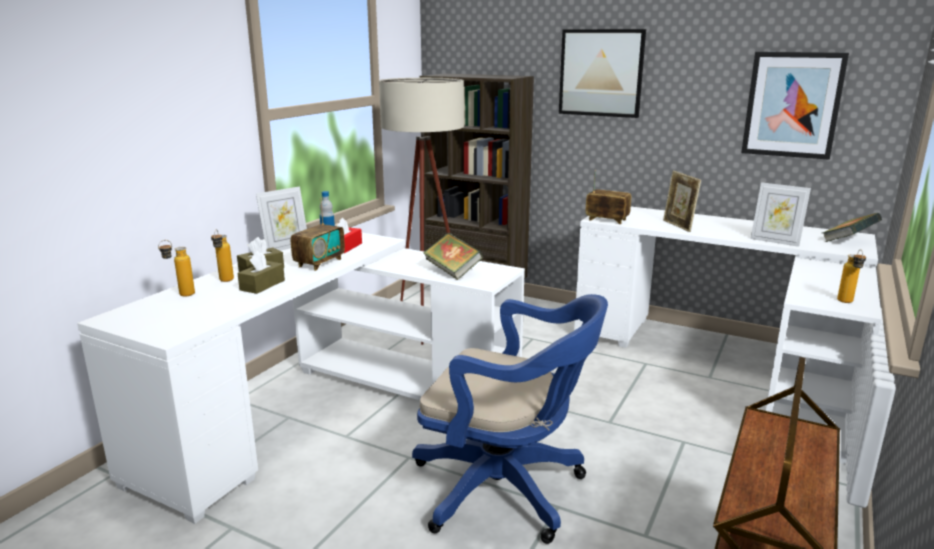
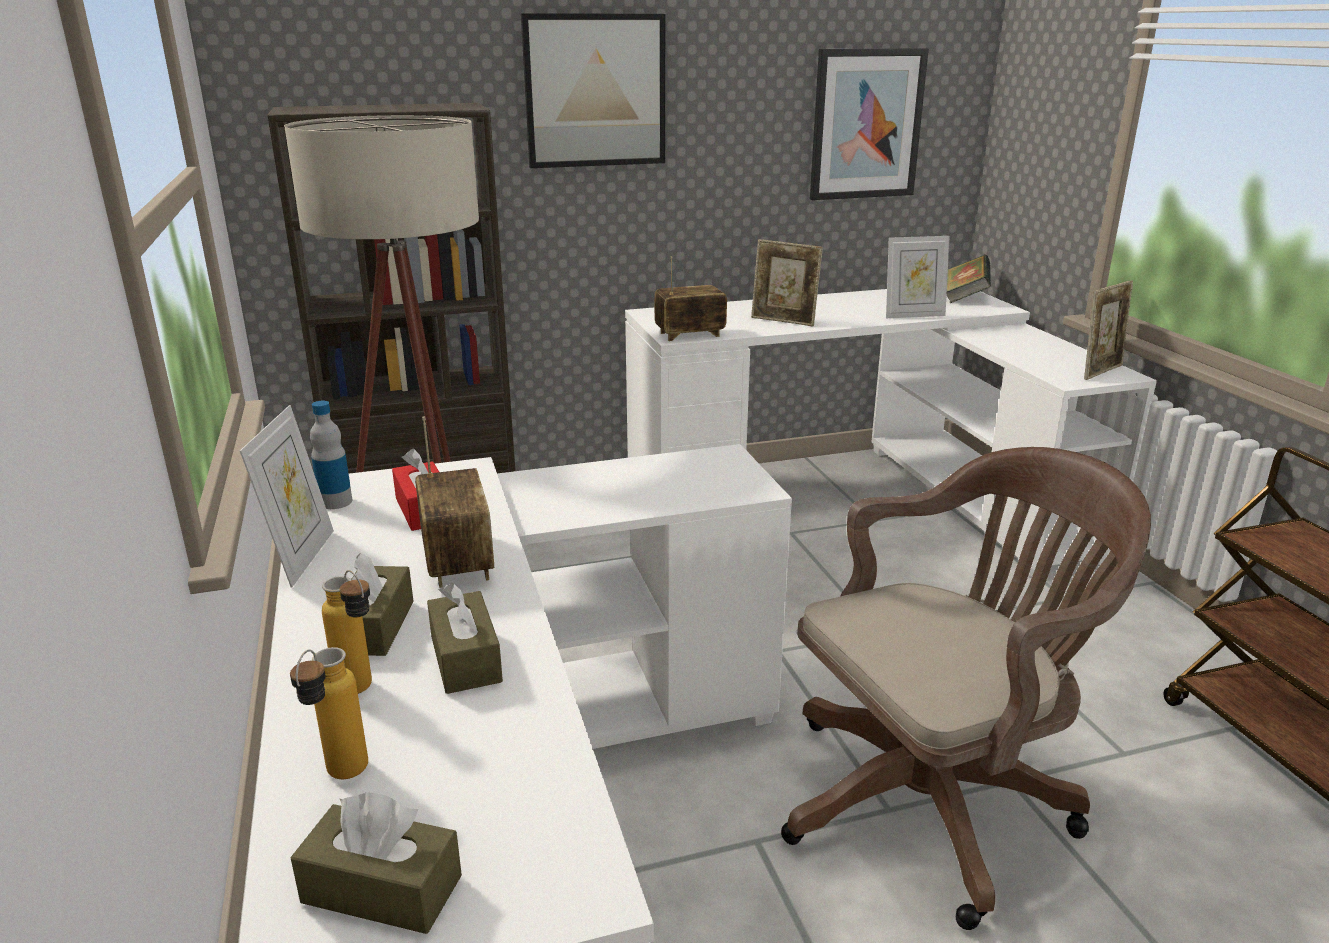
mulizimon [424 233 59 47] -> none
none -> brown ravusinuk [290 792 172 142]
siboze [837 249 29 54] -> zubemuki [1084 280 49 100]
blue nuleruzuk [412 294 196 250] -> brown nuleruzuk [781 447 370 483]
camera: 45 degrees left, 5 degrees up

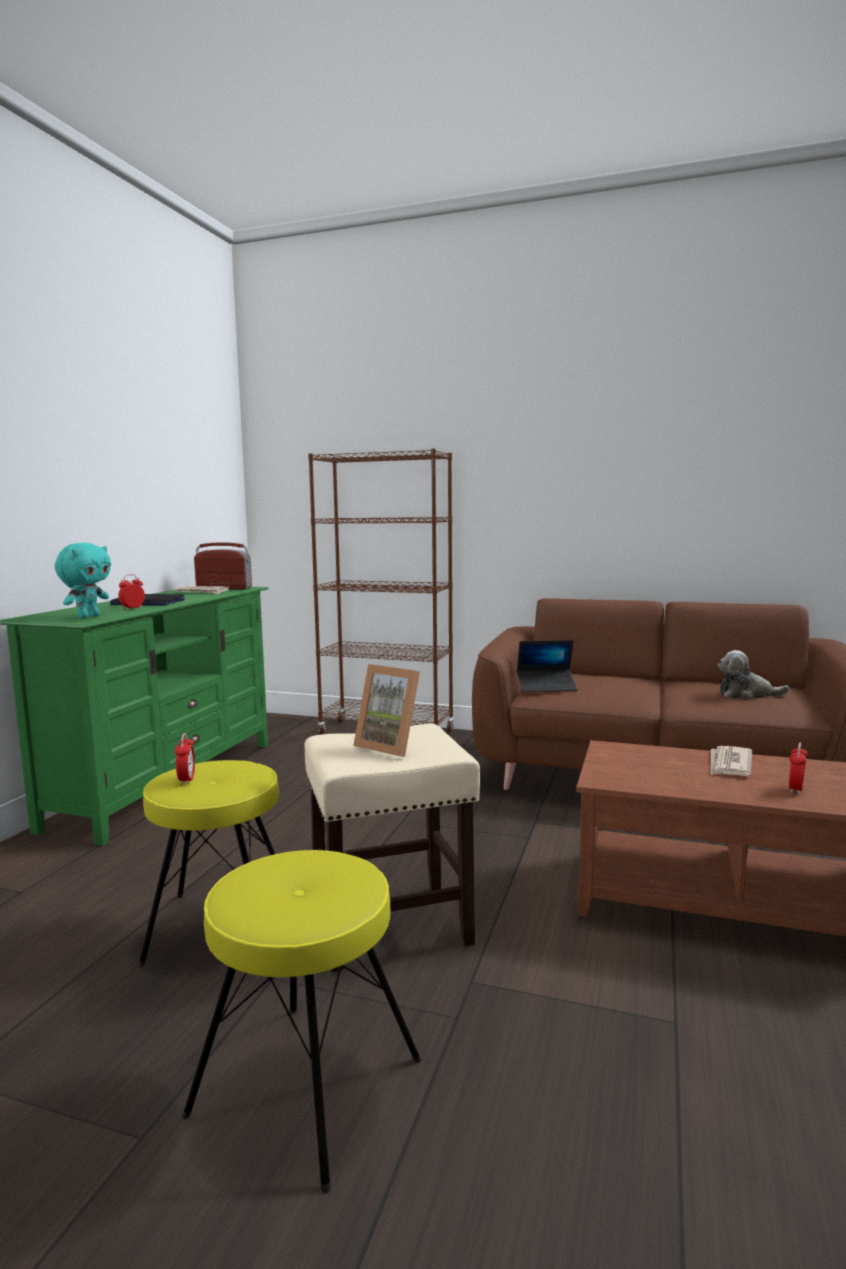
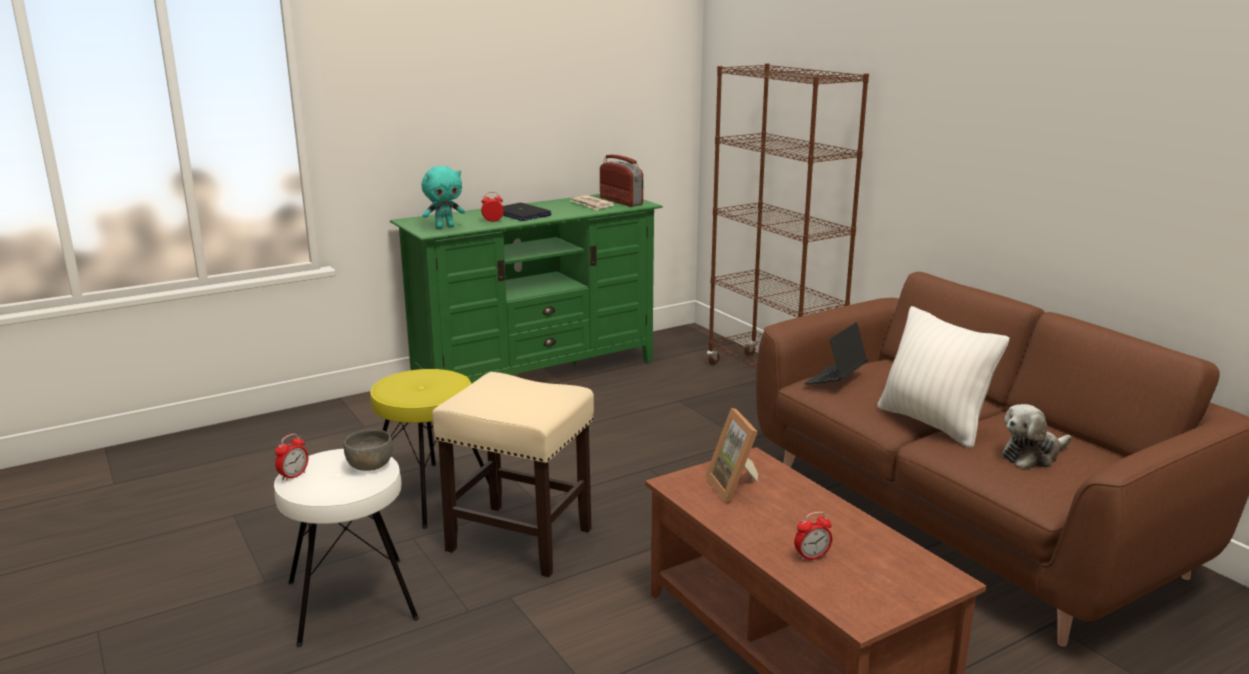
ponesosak [711 746 41 30] -> none
none -> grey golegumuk [344 430 49 41]
none -> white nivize [877 306 132 142]
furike [175 733 20 52] -> furike [275 434 33 48], shifted
zubemuki [353 664 67 93] -> zubemuki [705 408 53 95], shifted
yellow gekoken [182 850 239 343] -> white gekoken [274 449 145 198]
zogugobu [517 640 61 52] -> zogugobu [804 322 64 63], 90 degrees clockwise
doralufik [717 650 72 49] -> doralufik [1002 404 70 65], 75 degrees counterclockwise
camera: 40 degrees right, 10 degrees up

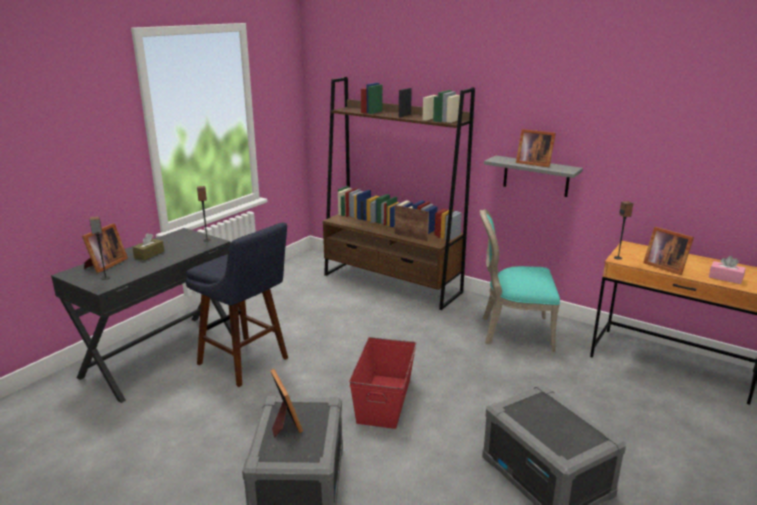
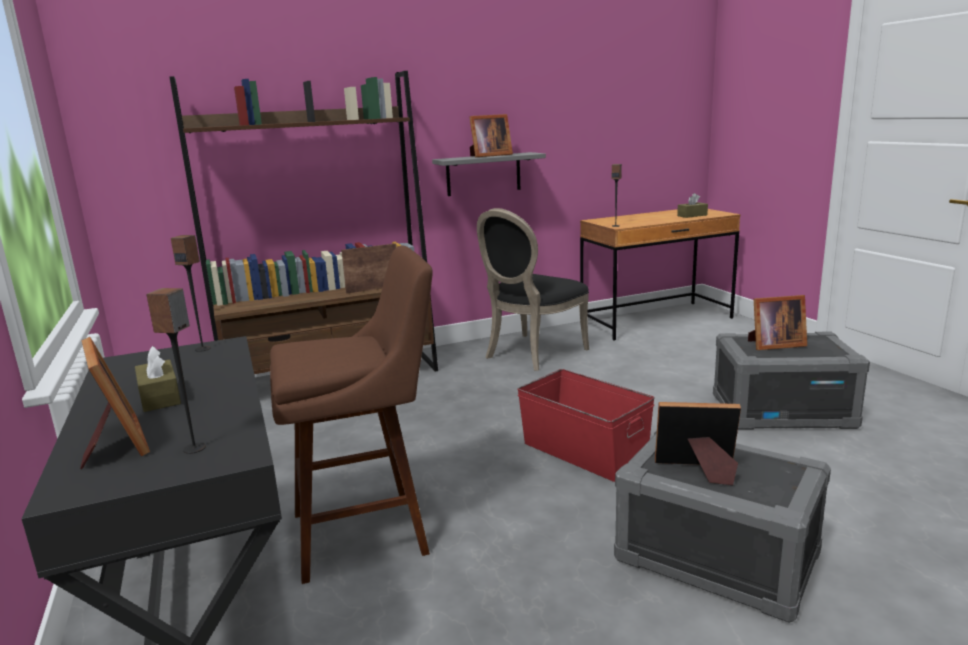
zubemuki [643 227 51 48] -> zubemuki [748 295 59 55], shifted
blue gekoken [186 222 102 165] -> brown gekoken [270 246 163 338]
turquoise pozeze [480 209 80 143] -> black pozeze [477 208 112 163]
pink ravusinuk [709 256 37 28] -> brown ravusinuk [677 193 31 25]
camera: 55 degrees left, 5 degrees down

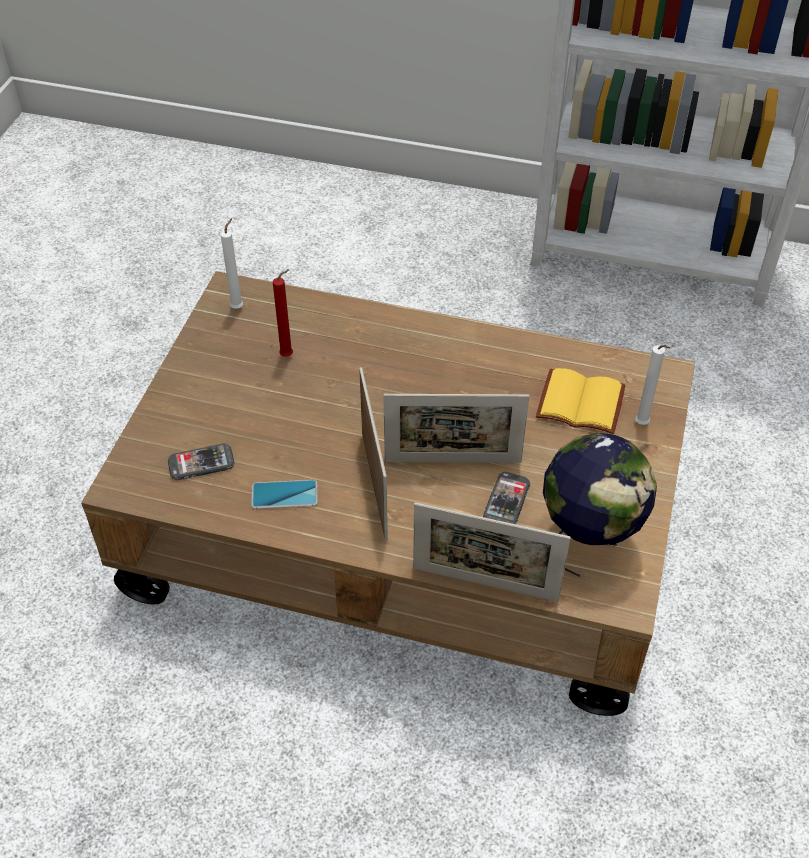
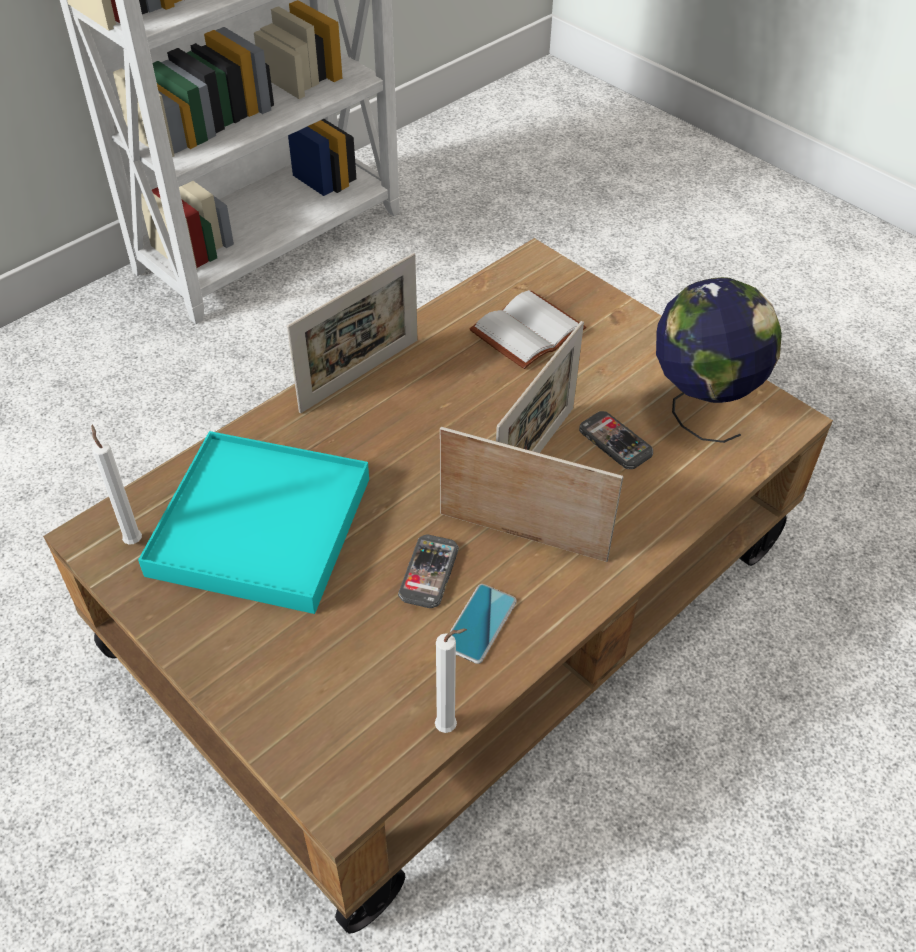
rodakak [168 443 67 37] -> rodakak [398 534 61 74], shifted
zubemuki [413 502 158 100] -> zubemuki [287 253 131 160], shifted
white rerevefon [635 345 35 80] -> white rerevefon [435 629 32 104], shifted
red rerevefon [273 269 20 88] -> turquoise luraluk [138 431 231 183]
yellow mulizimon [536 368 89 66] -> white mulizimon [469 290 117 79]
camera: 60 degrees left, 0 degrees up

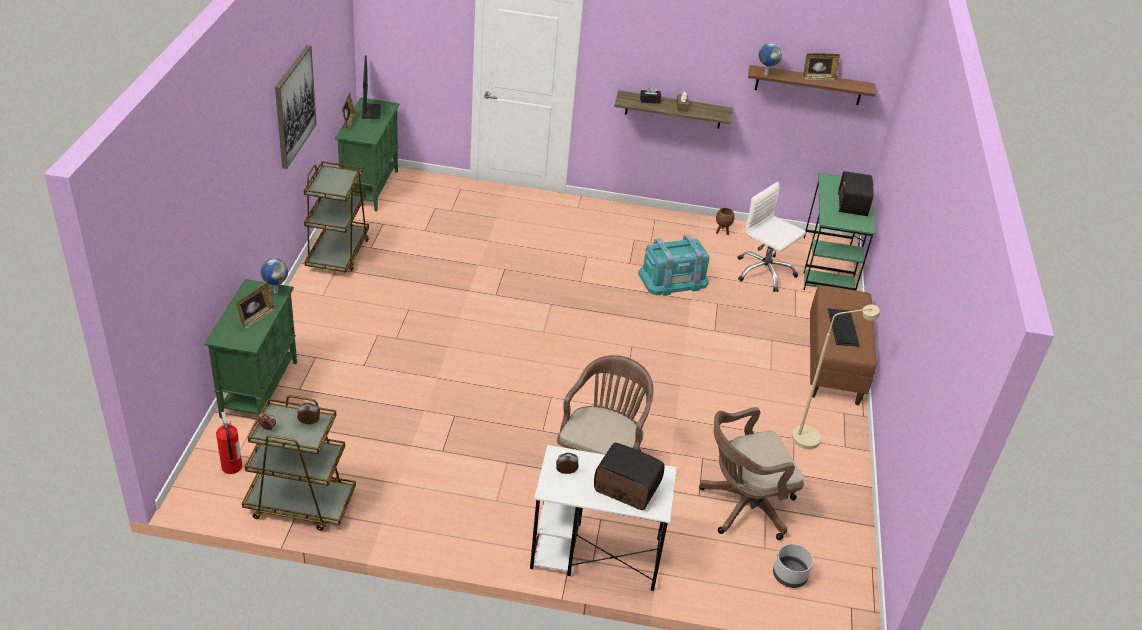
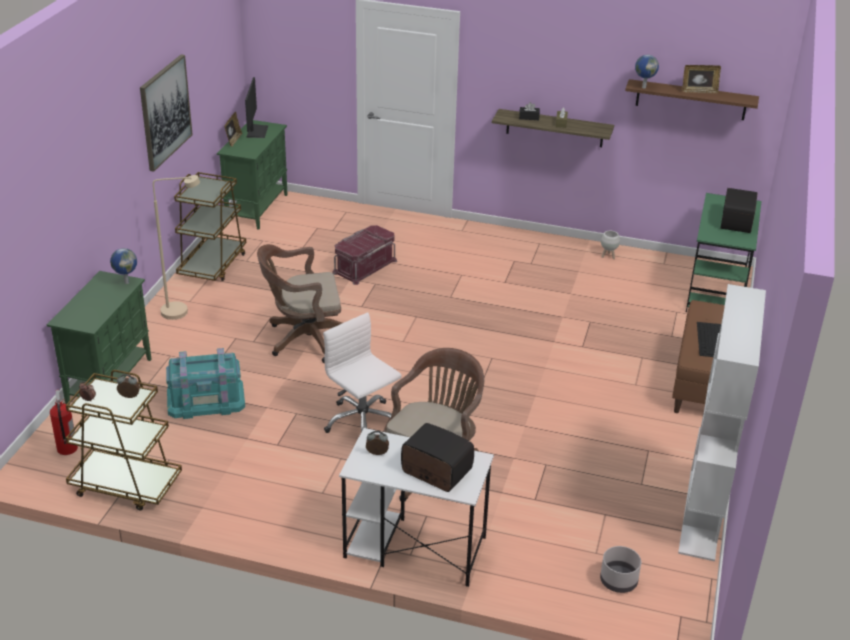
zubemuki [237 284 39 45] -> none
none -> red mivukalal [332 225 65 60]
none -> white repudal [678 284 88 277]
turquoise mivukalal [638 235 71 61] -> turquoise mivukalal [166 348 79 71], shifted
brown nuleruzuk [699 407 105 133] -> brown nuleruzuk [257 244 86 119], shifted
white nuleruzuk [737 182 69 110] -> white nuleruzuk [323 312 79 121], shifted
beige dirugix [791 304 89 145] -> beige dirugix [153 175 47 145], shifted
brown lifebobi [716 208 18 27] -> white lifebobi [601 231 19 28]
camera: 10 degrees right, 5 degrees down

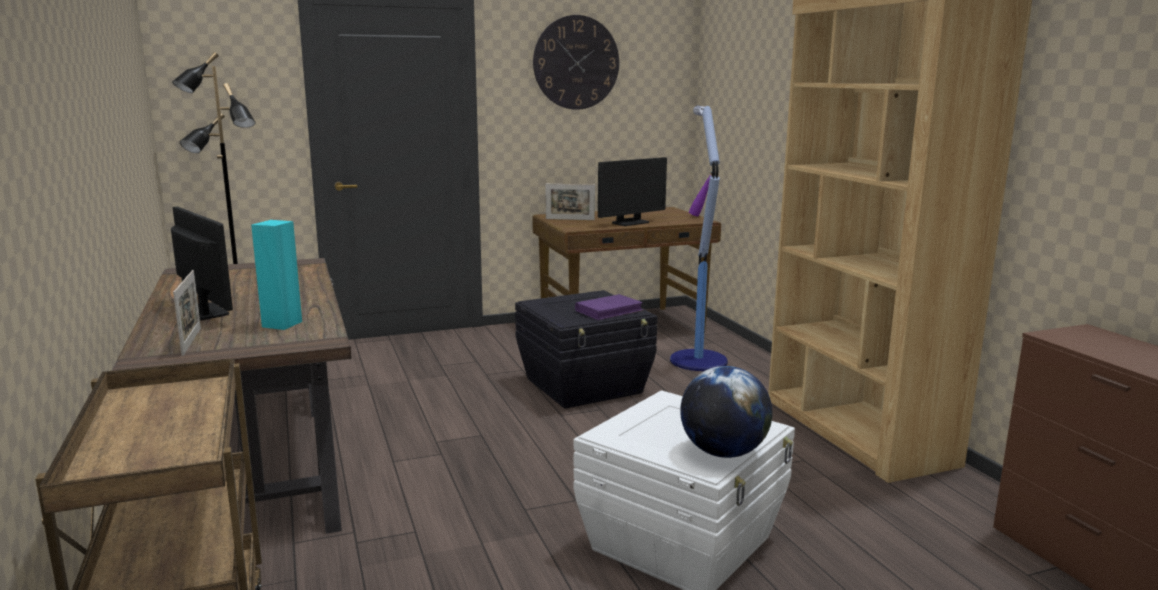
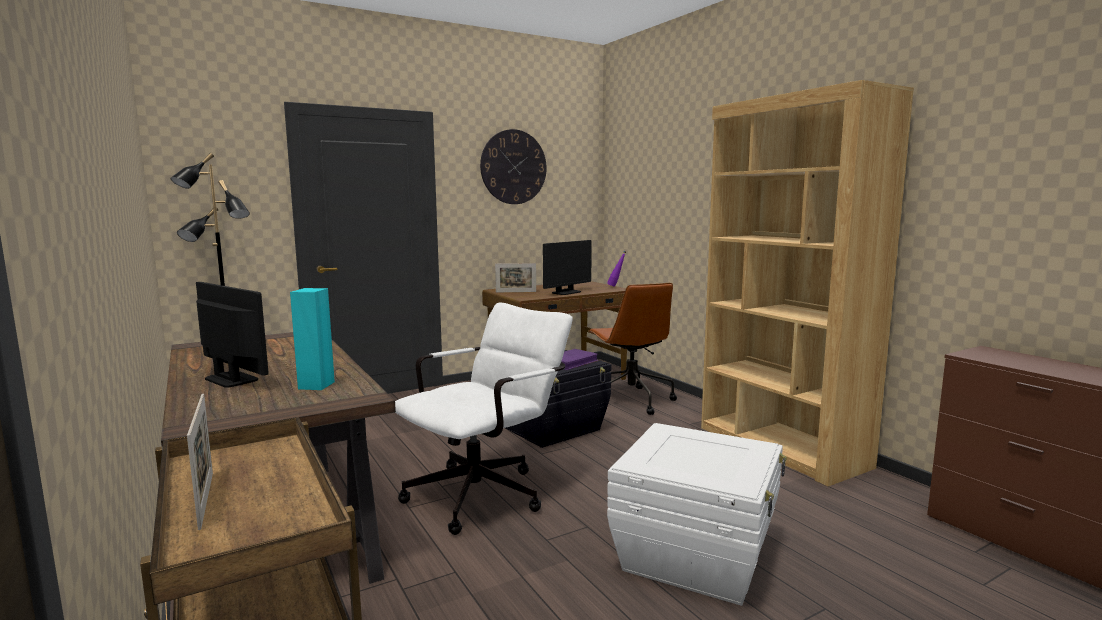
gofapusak [680 366 92 92] -> none
none -> white nuleruzuk [395 303 178 232]
zubemuki [173 270 28 86] -> zubemuki [187 394 26 136], shifted
dirugix [670 106 58 265] -> brown nuleruzuk [588 283 89 132]
camera: 10 degrees left, 5 degrees down

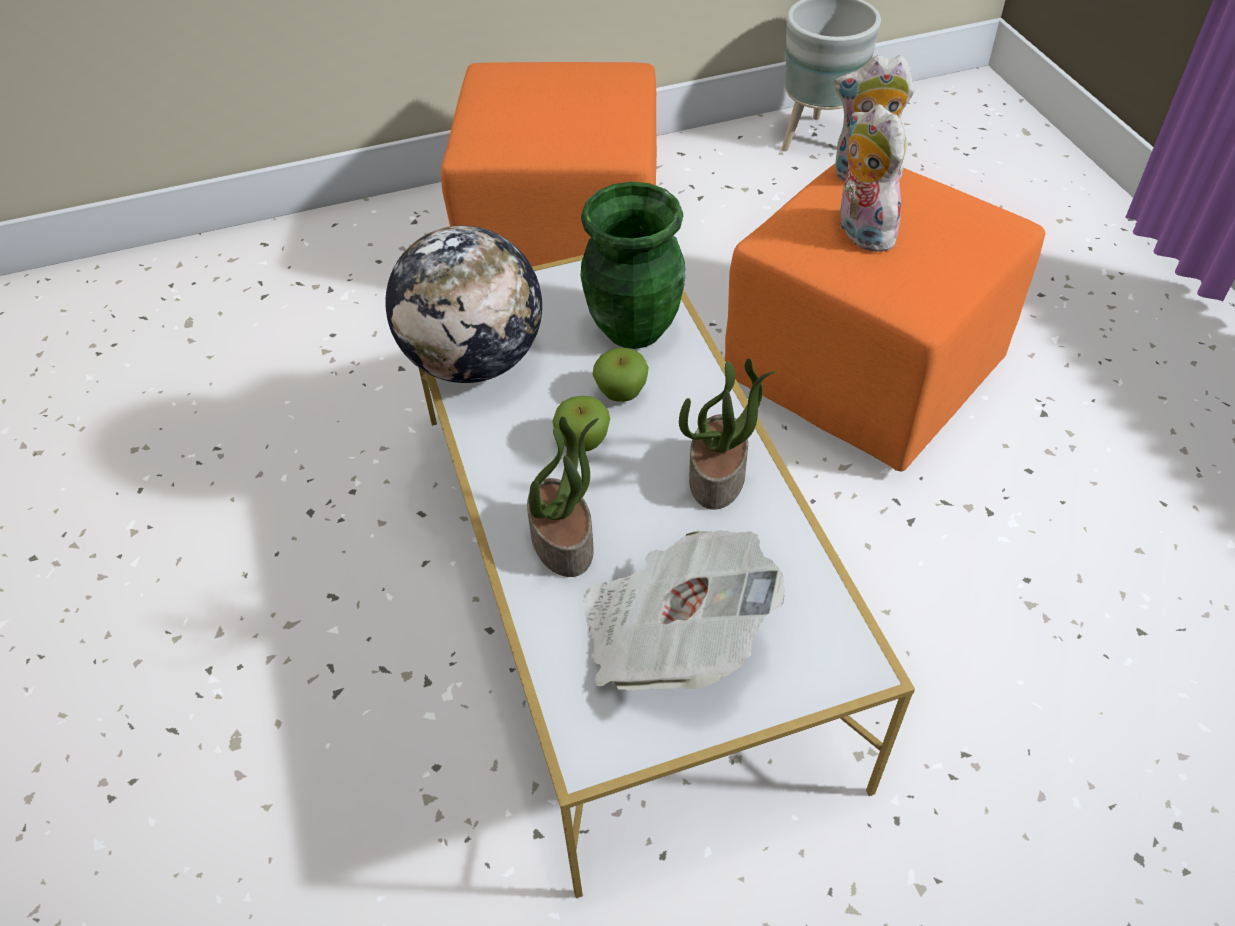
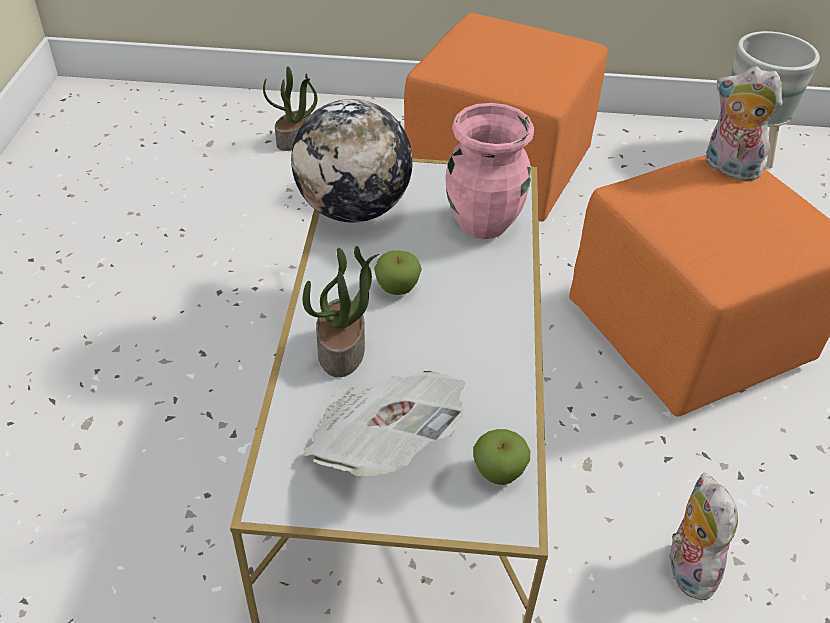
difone [593 348 56 54] -> difone [473 429 57 56], shifted
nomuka [679 358 97 152] -> nomuka [263 66 55 85], shifted
doralufik [840 104 66 148] -> doralufik [668 472 70 131], shifted
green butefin [580 182 106 167] -> pink butefin [445 103 89 136]
camera: 20 degrees right, 5 degrees down

